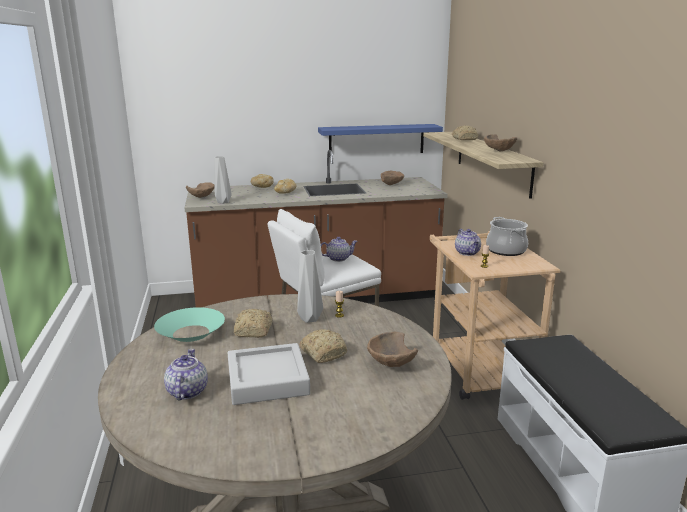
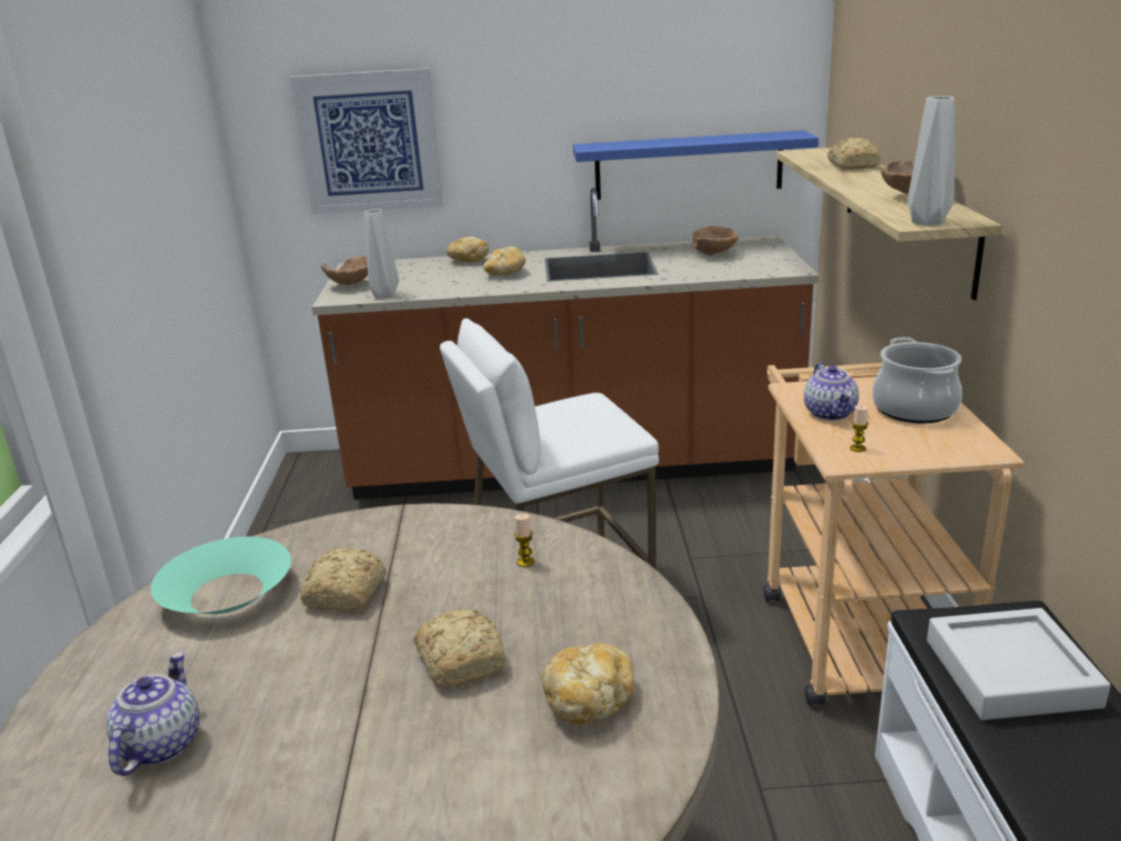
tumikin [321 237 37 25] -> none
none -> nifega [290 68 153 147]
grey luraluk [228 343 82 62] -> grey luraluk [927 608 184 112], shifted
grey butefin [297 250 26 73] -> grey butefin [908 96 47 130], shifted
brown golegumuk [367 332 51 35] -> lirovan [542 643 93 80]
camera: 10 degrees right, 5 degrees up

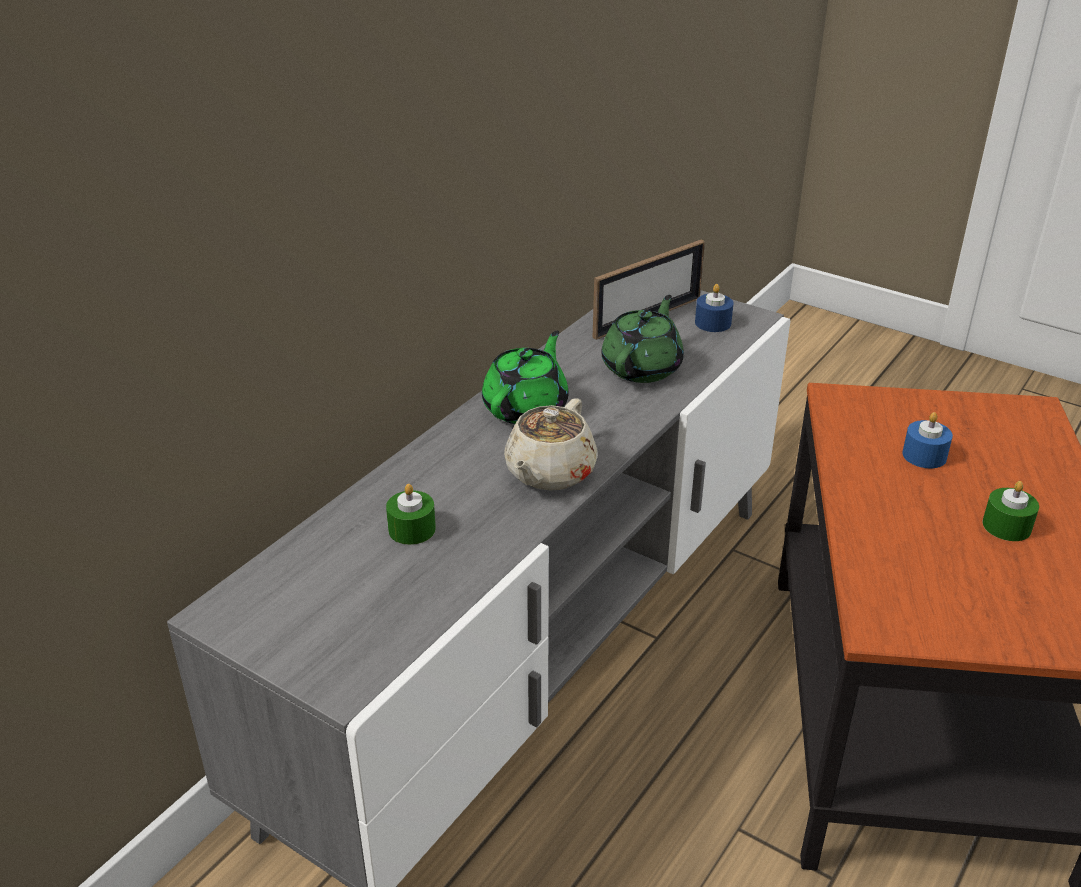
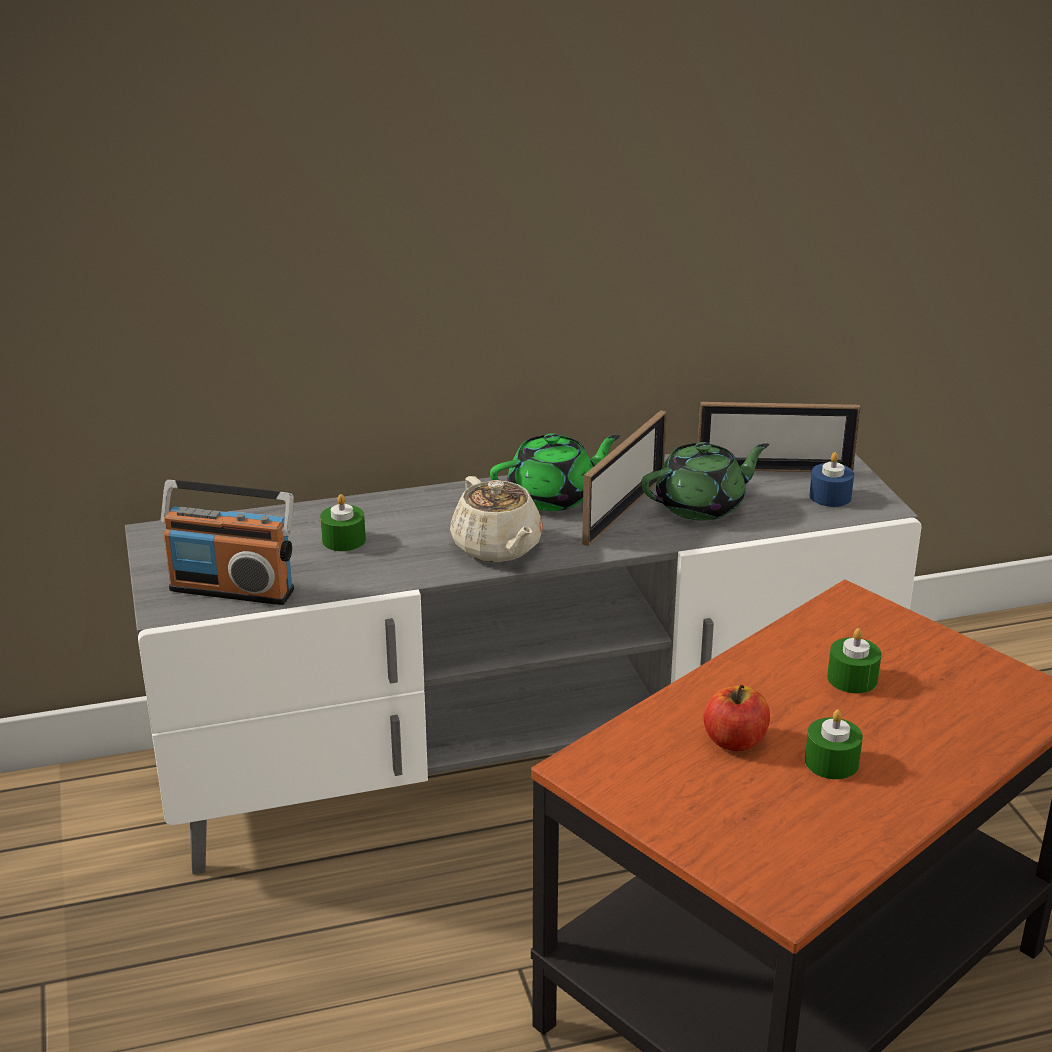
none -> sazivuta [160 480 134 125]
none -> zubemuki [582 410 84 136]
none -> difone [703 684 67 67]
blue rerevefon [902 412 51 56] -> green rerevefon [827 628 54 65]
beige tumikin [504 398 94 93] -> beige tumikin [450 476 93 86], 90 degrees counterclockwise
camera: 40 degrees right, 5 degrees down

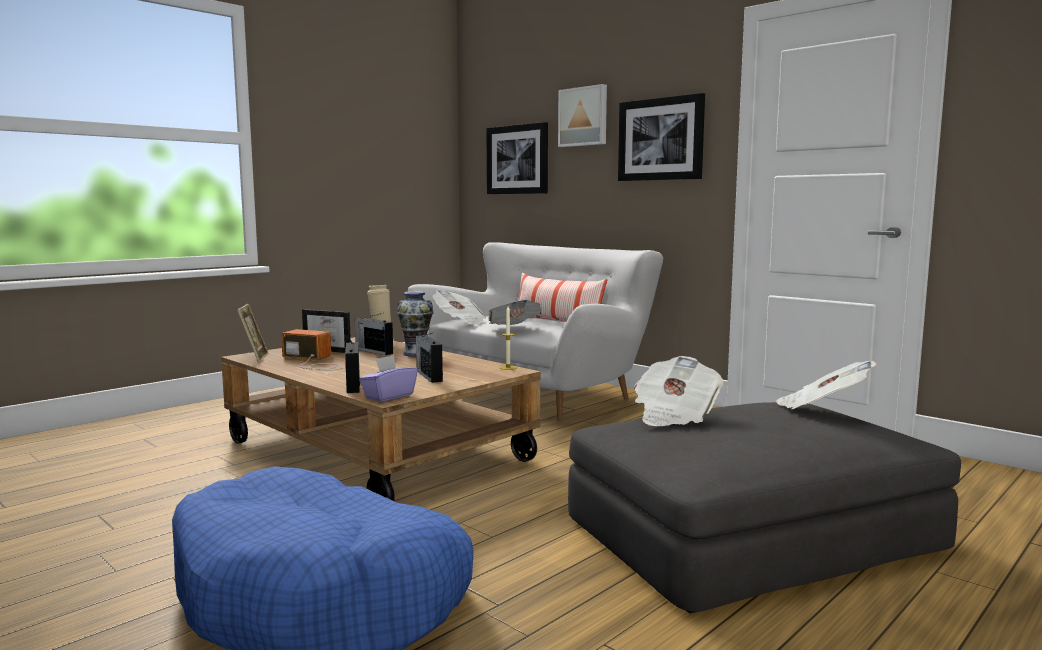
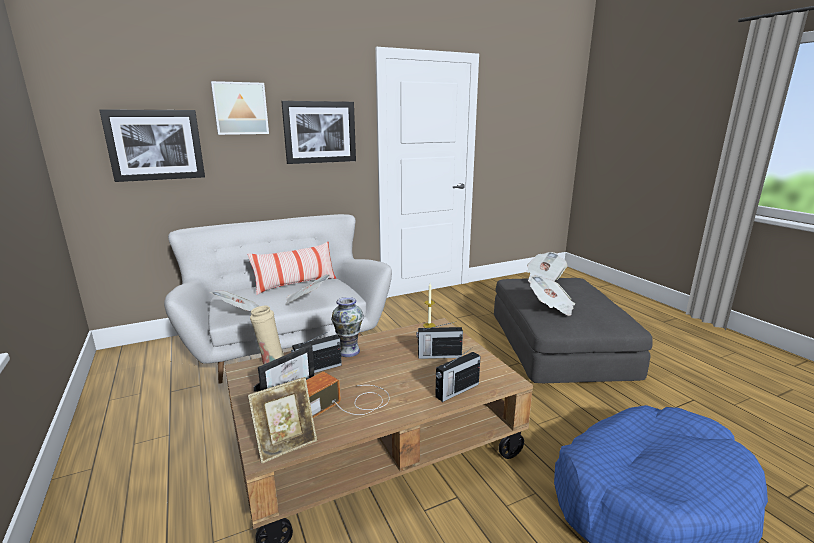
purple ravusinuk [359 355 59 47] -> none
zubemuki [237 304 31 59] -> zubemuki [248 377 69 87], 135 degrees clockwise
sazivuta [345 341 15 52] -> sazivuta [435 347 46 55], 45 degrees counterclockwise
camera: 70 degrees left, 10 degrees up

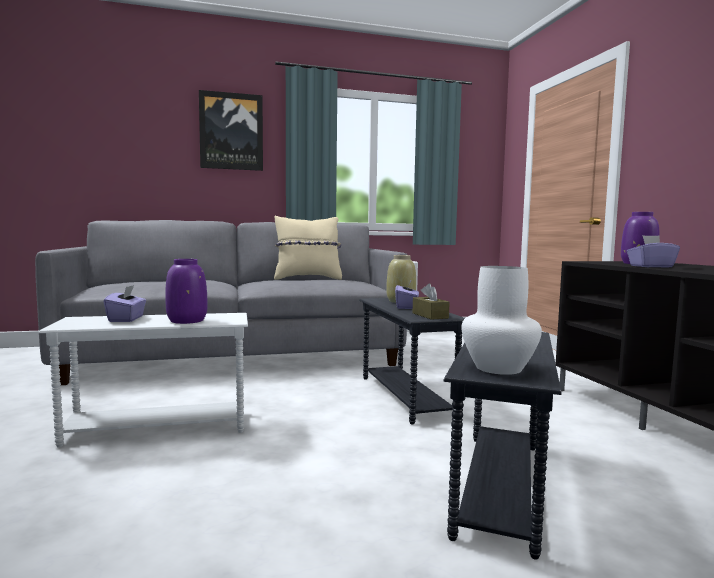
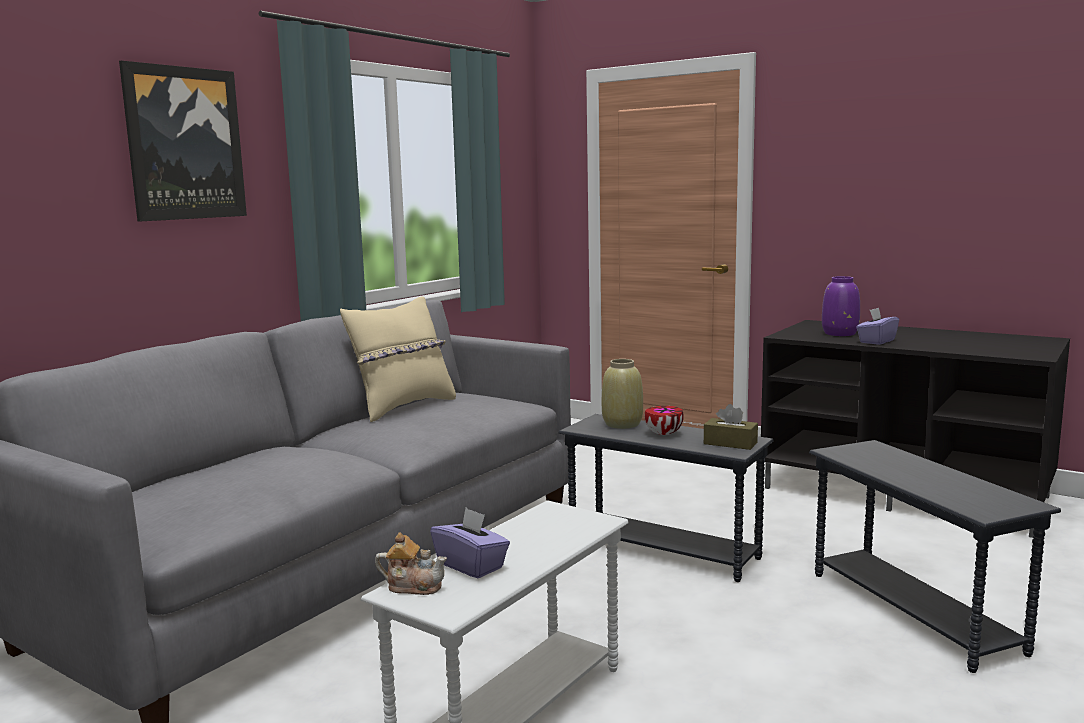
purple butefin [165 259 42 65] -> none
white butefin [462 266 80 109] -> none
none -> tumikin [375 532 72 63]
purple ravusinuk [395 279 24 30] -> golegumuk [645 406 39 29]
camera: 40 degrees left, 5 degrees up

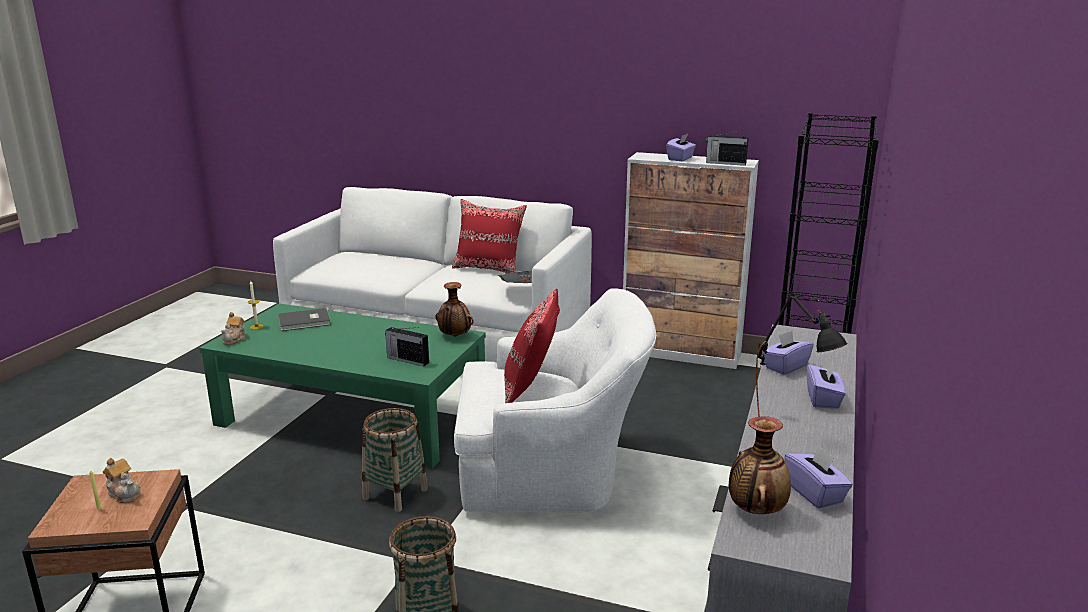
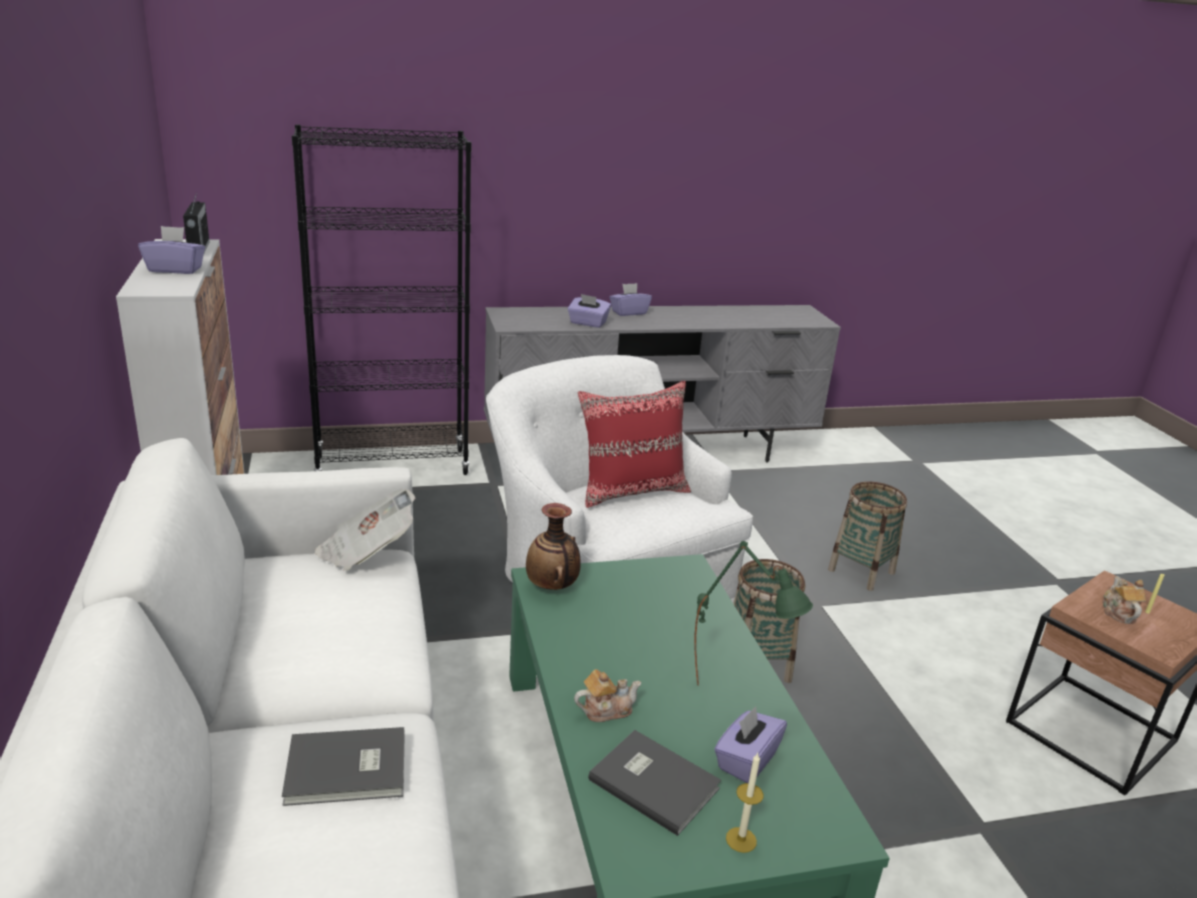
sazivuta [385 327 44 40] -> none
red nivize [452 199 75 75] -> none
butefin [729 416 62 98] -> none
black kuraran [756 292 92 125] -> none
none -> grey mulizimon [282 727 123 79]
none -> green kuraran [694 541 119 145]
tumikin [221 312 24 33] -> tumikin [574 669 68 53], shifted
purple ravusinuk [784 445 69 64] -> purple ravusinuk [714 706 73 77], shifted
camera: 125 degrees left, 5 degrees up

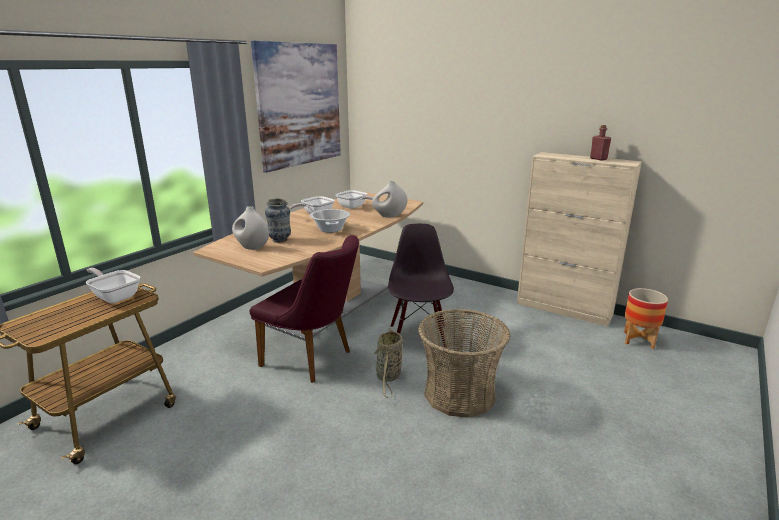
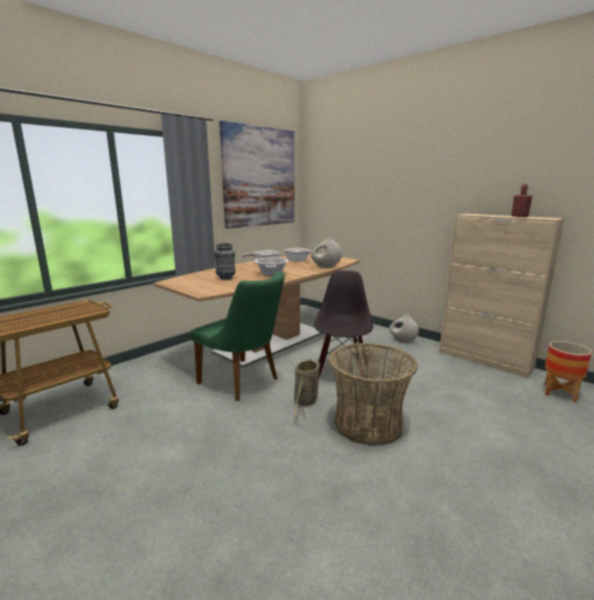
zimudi [86 268 54 35] -> none
white butefin [232 206 37 44] -> white butefin [389 314 30 29], shifted
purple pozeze [249 235 110 148] -> green pozeze [190 271 95 130]
camera: 10 degrees right, 5 degrees down

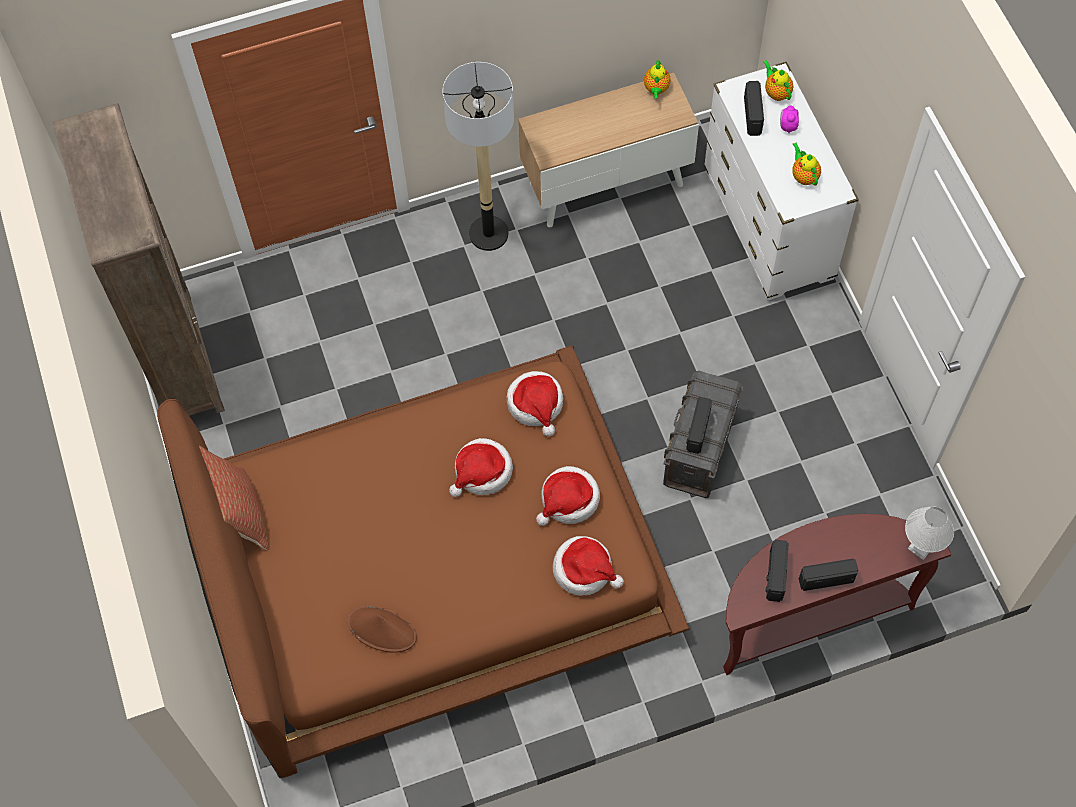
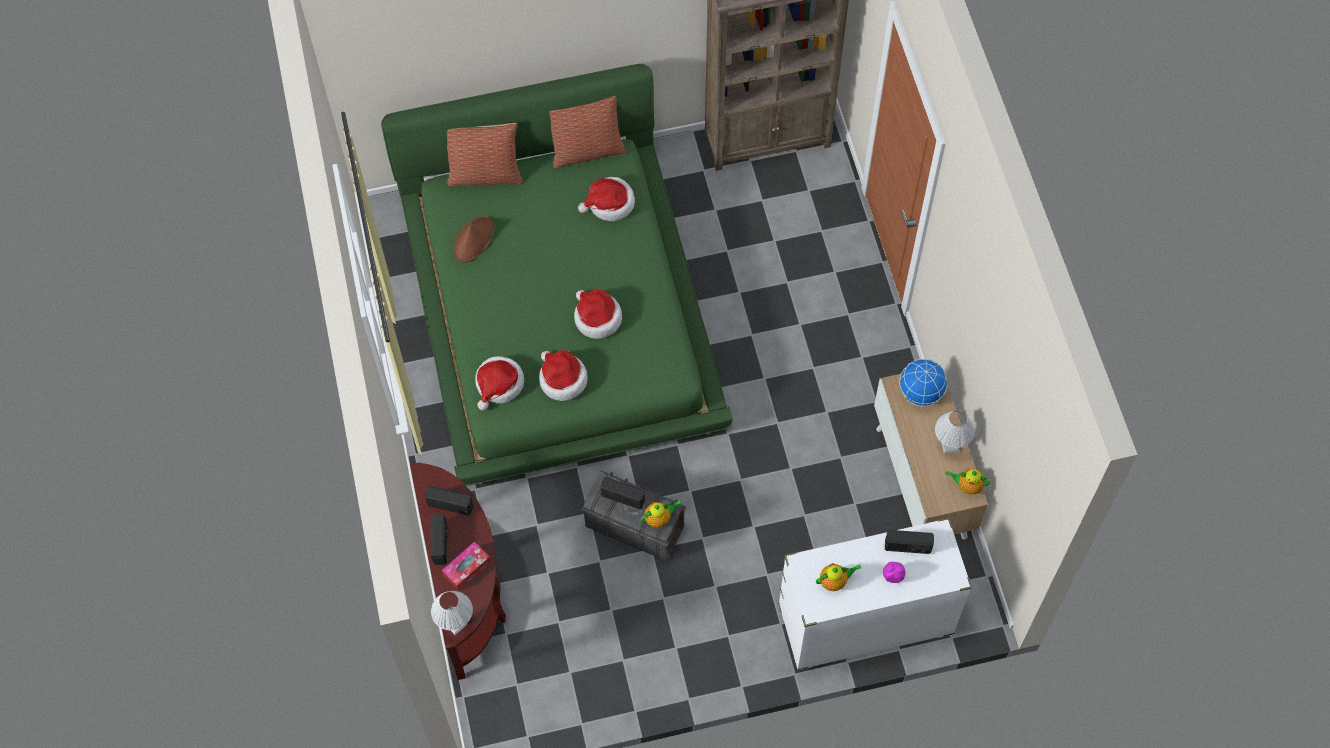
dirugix [443 62 71 189] -> none
none -> ravusinuk [442 542 49 49]
none -> nivize [447 123 76 63]
none -> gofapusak [899 359 49 48]
none -> white kuraran [935 410 40 44]
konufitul [506 371 57 66] -> konufitul [578 177 57 44], shifted
tumikin [763 60 30 41] -> tumikin [641 500 41 28], shifted
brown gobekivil [157 345 533 433] -> green gobekivil [381 64 352 422]
camera: 95 degrees right, 0 degrees up

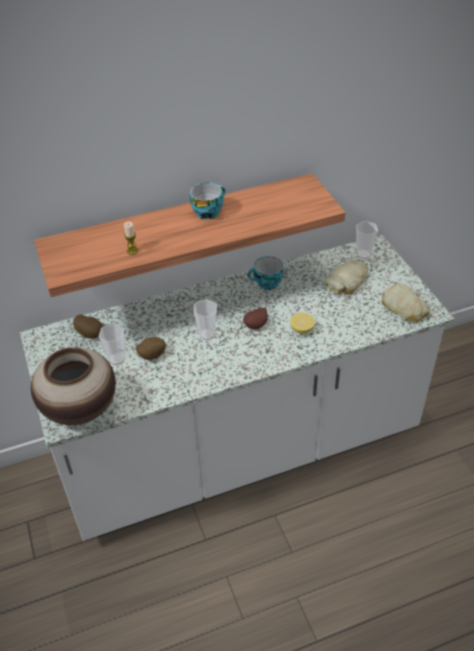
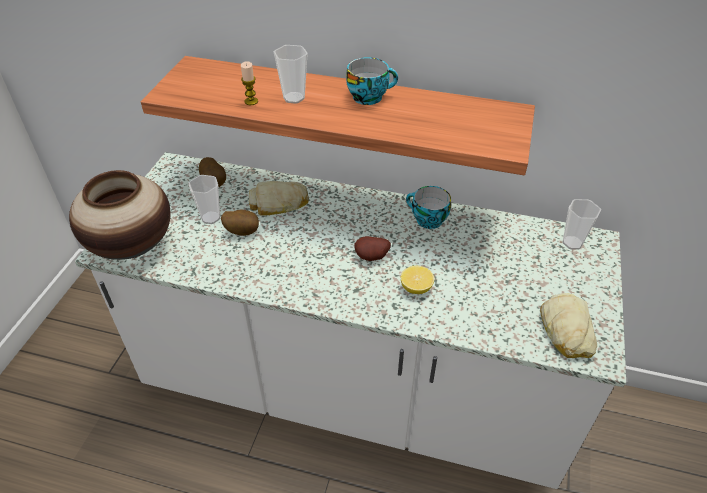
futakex [194 299 23 41] -> futakex [274 45 34 59], shifted
lirovan [325 261 43 34] -> lirovan [249 181 60 35], shifted
camera: 35 degrees right, 0 degrees up

